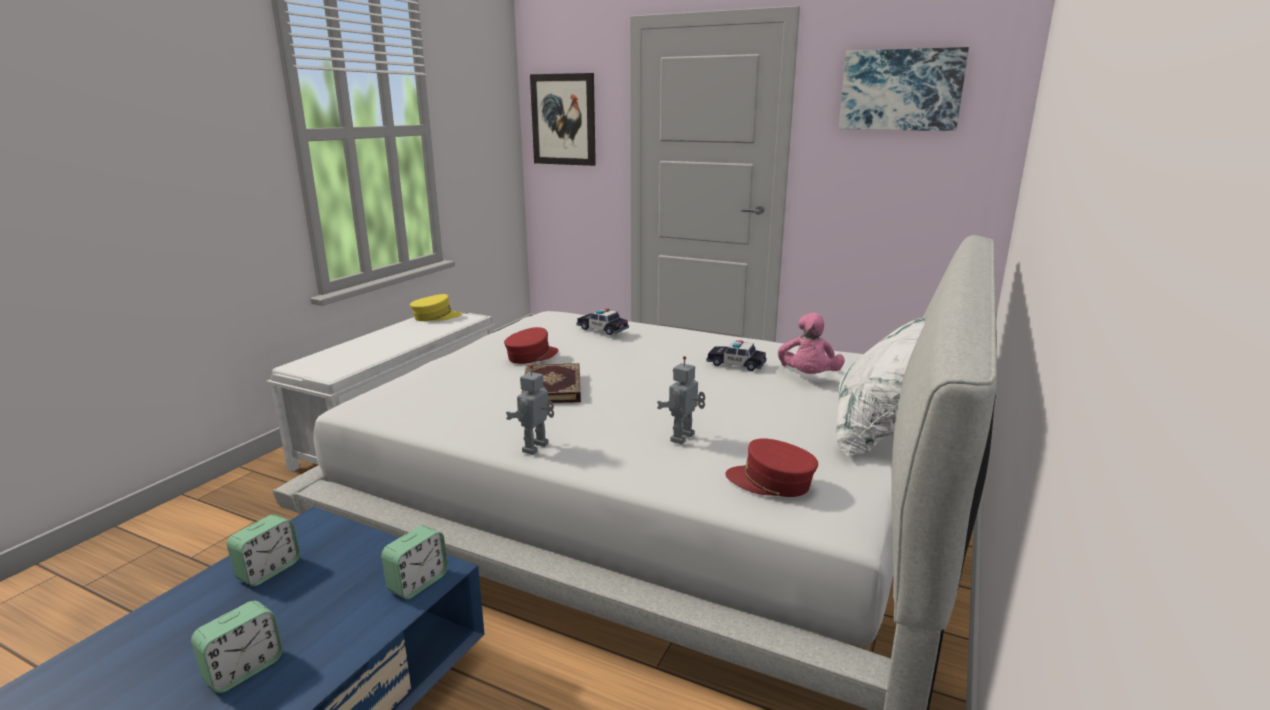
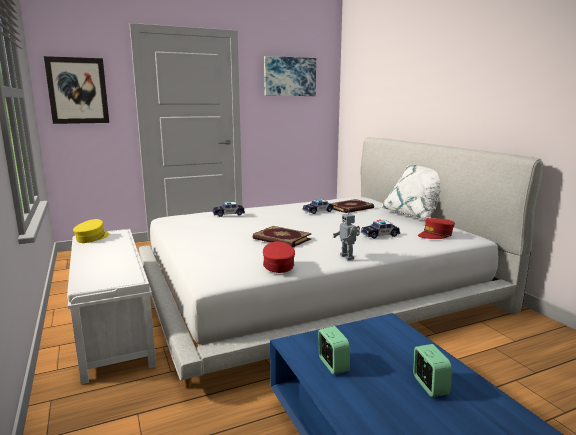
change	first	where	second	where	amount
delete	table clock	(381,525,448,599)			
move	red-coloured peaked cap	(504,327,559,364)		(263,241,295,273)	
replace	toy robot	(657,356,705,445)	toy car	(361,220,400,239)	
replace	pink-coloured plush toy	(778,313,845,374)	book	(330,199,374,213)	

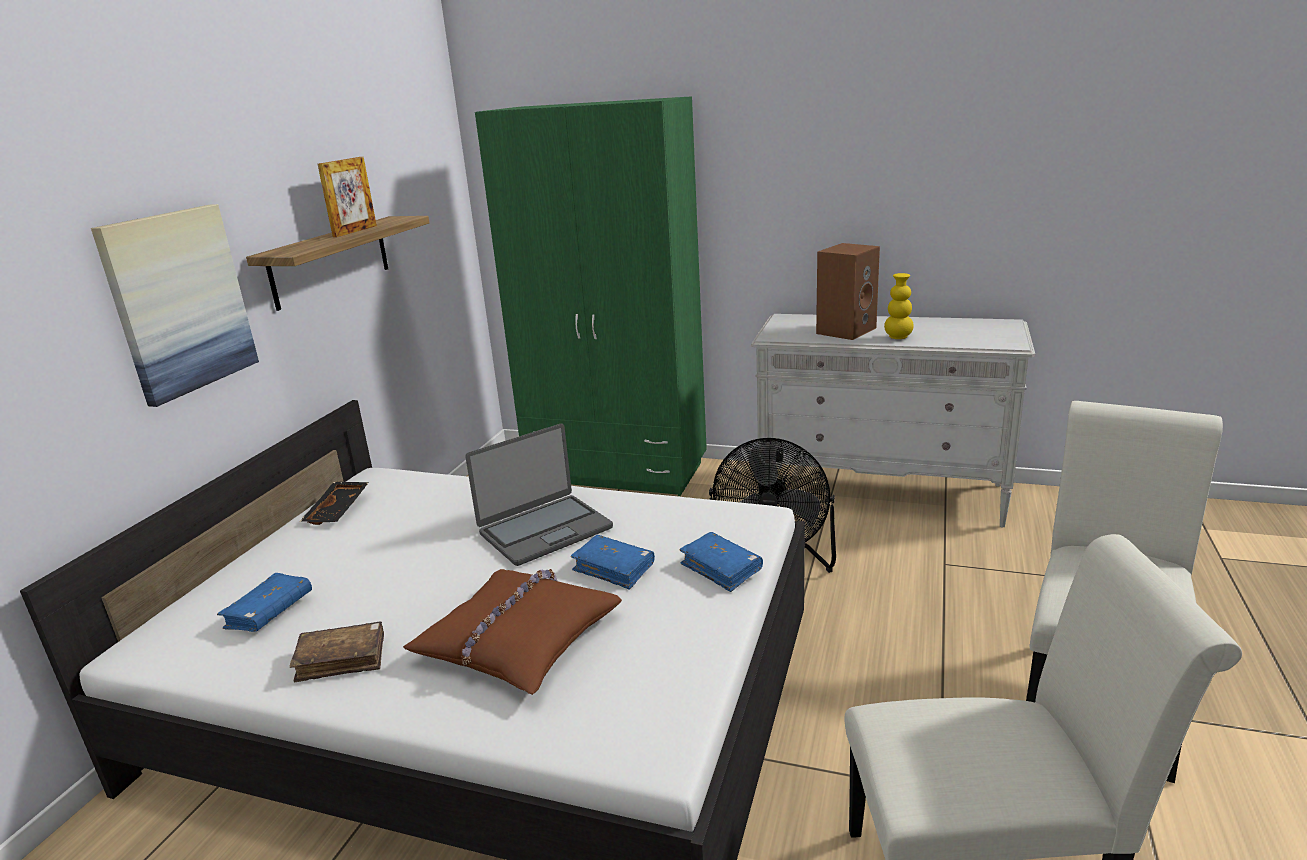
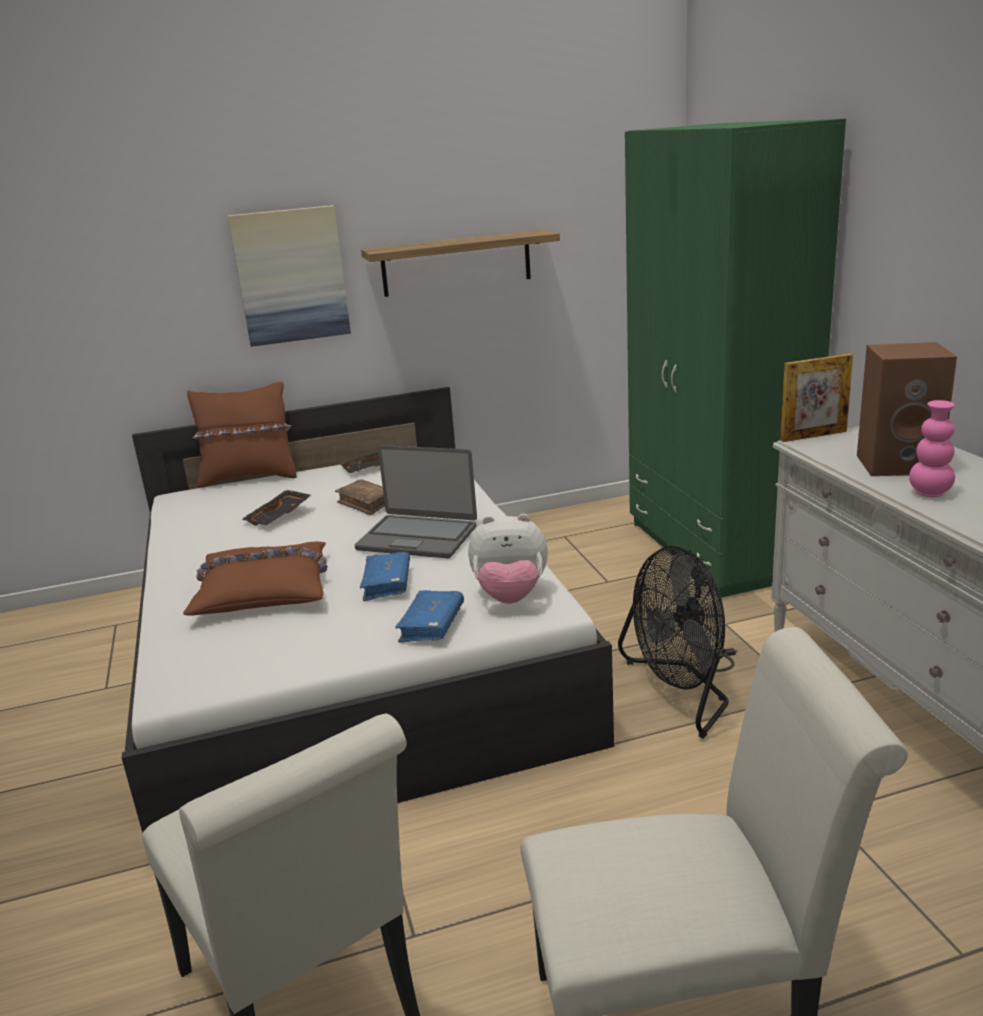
change	first	where	second	where	amount
delete	blue book	(217,573,312,632)			
insert			brownish cushion	(187,381,296,488)	
insert			black serving tray	(241,490,311,525)	
insert			plush toy	(468,514,548,604)	
move	brownish book	(290,621,384,682)		(335,479,385,515)	
move	photo frame	(318,157,377,237)		(780,353,853,442)	
recolor	yellow vase	(884,273,914,339)	pink-coloured vase	(909,400,955,497)	

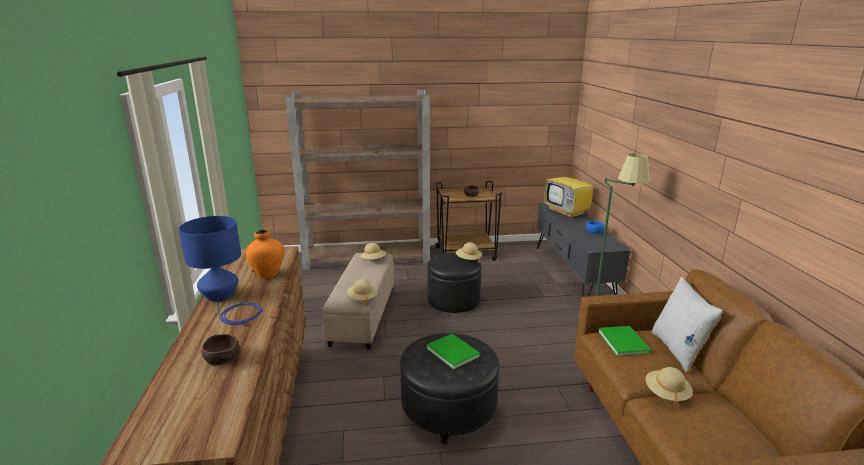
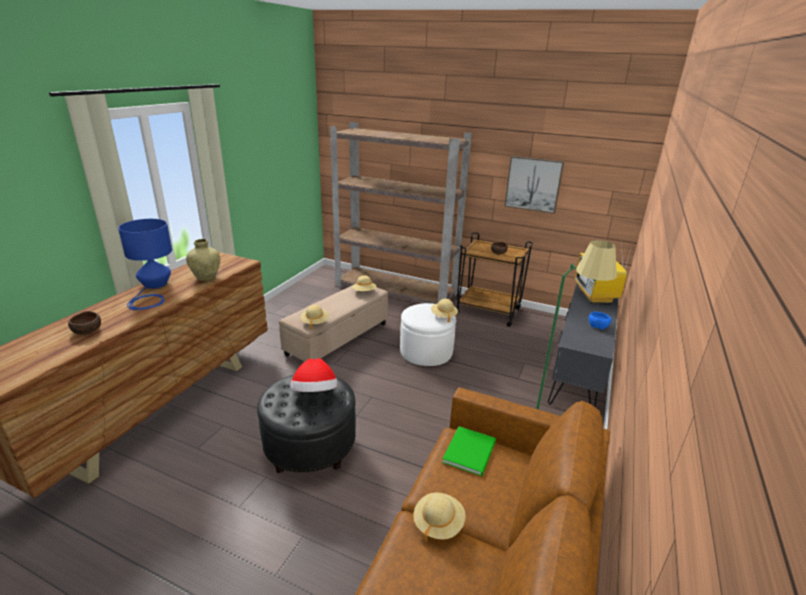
change	first	where	second	where	amount
delete	greyish cushion	(652,277,723,373)			
insert			picture	(504,156,564,214)	
replace	greenish book	(426,334,481,370)	clothing hat	(290,358,338,392)	
recolor	orange vase	(246,229,284,279)	beige vase	(186,239,220,281)	
recolor	black ottoman	(427,253,481,313)	whitish ottoman	(400,303,456,366)	

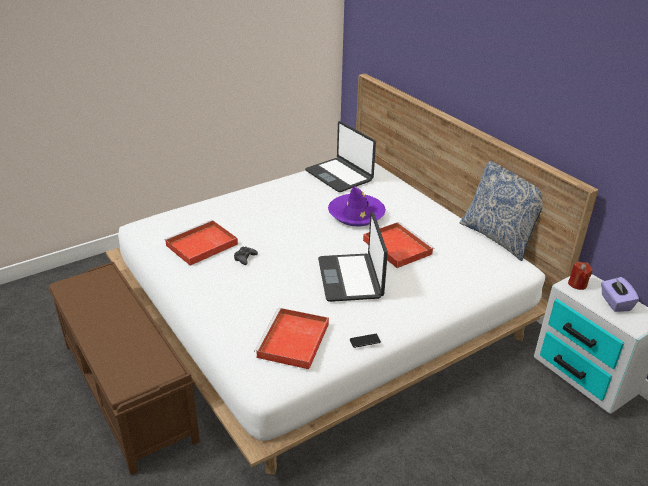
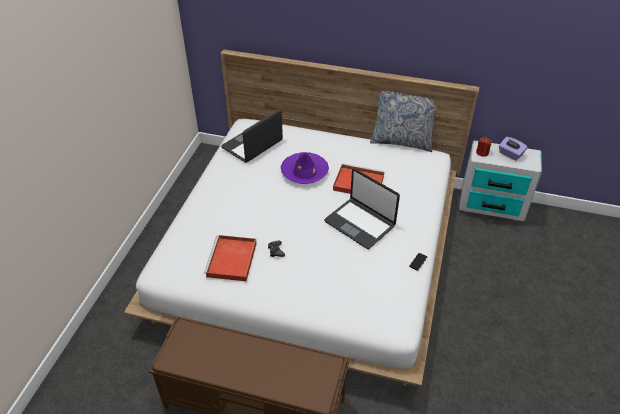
change	first	where	second	where	amount
delete	red-coloured serving tray	(254,308,329,369)			
rotate	notebook computer	(305,121,376,192)		(221,109,283,163)	120 degrees clockwise

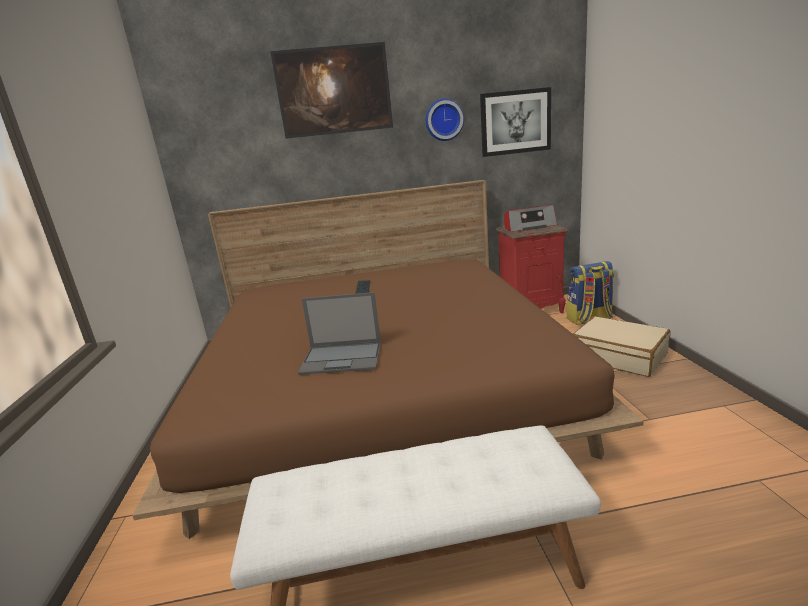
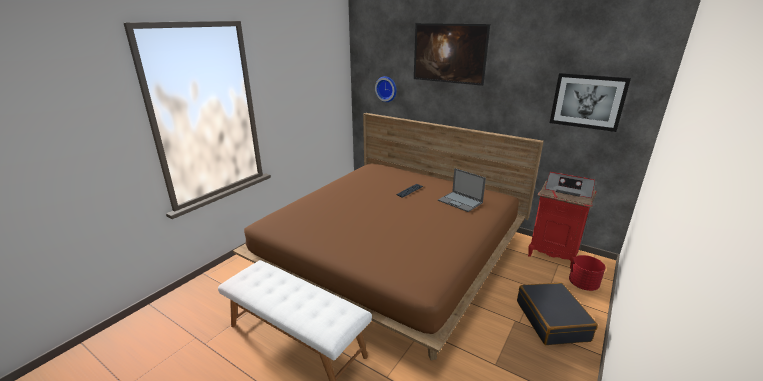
change	first	where	second	where	amount
move	notebook computer	(298,292,381,375)		(438,168,486,212)	
move	wall clock	(426,99,464,141)		(375,76,397,102)	
replace	backpack	(567,261,614,325)	red-coloured plant pot	(569,255,605,291)	
recolor	beige travel case	(573,316,670,377)	black travel case	(517,282,598,345)	

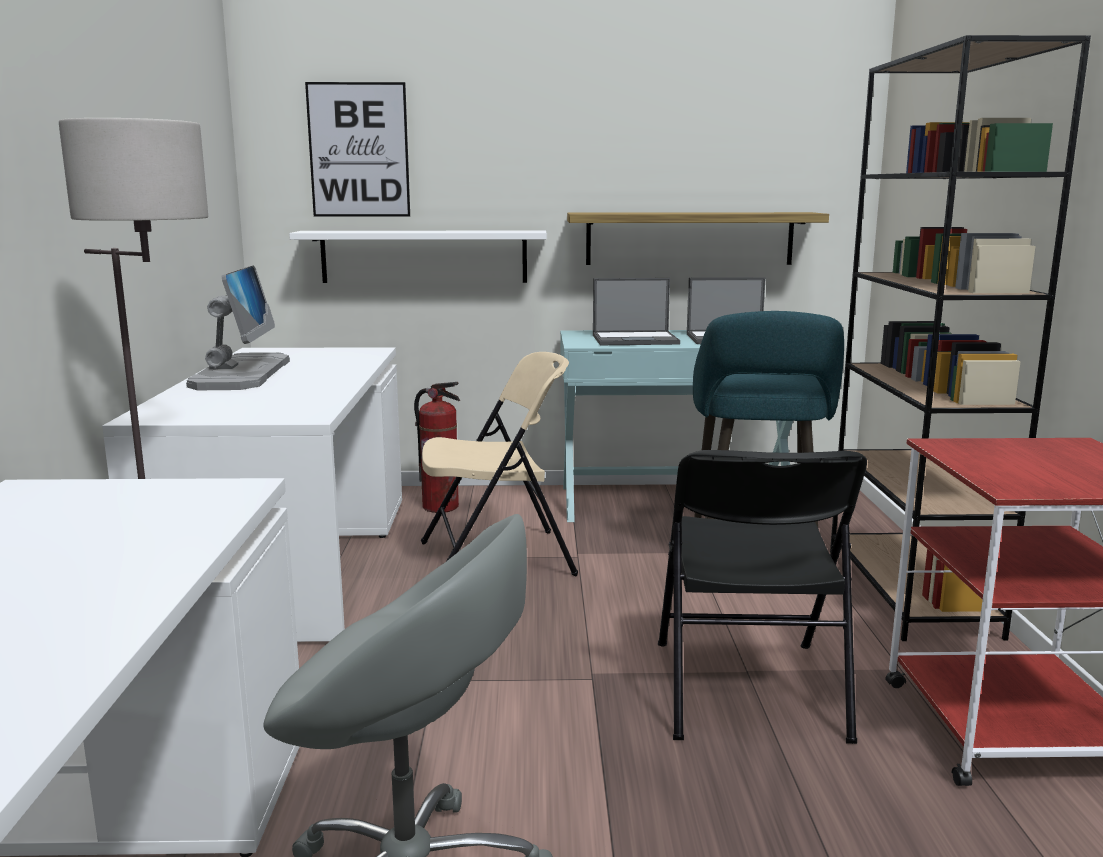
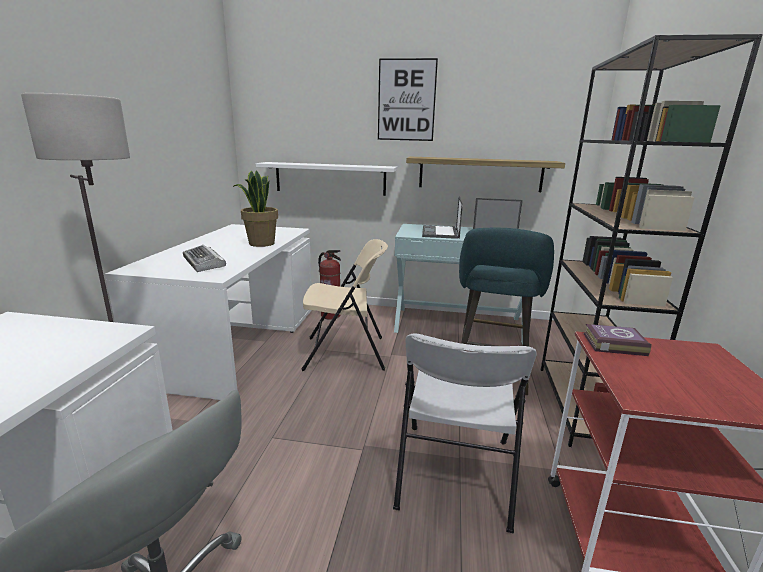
change	first	where	second	where	amount
delete	computer screen	(186,265,290,390)			
insert			computer keyboard	(183,245,226,272)	
insert			plant in a pot	(233,170,278,247)	
insert			book	(584,324,652,356)	
move	picture	(305,82,410,217)		(378,58,438,141)	
recolor	black plain chair	(658,450,867,744)	whitish plain chair	(393,334,537,534)	
rotate	notebook computer	(593,278,680,345)		(422,196,463,239)	90 degrees clockwise

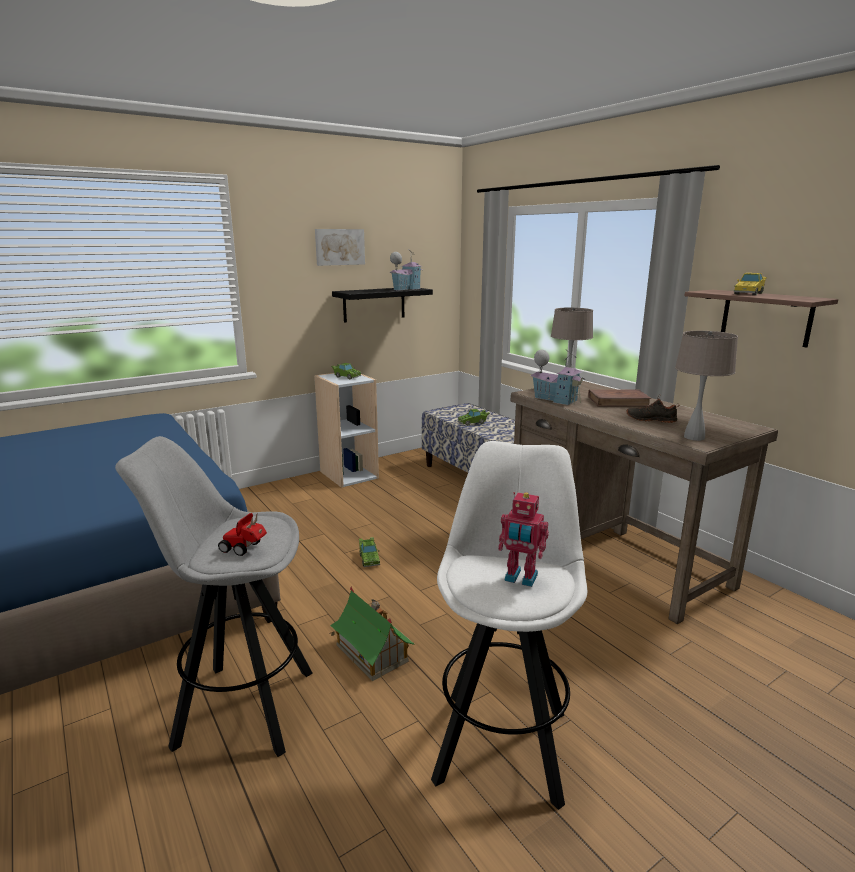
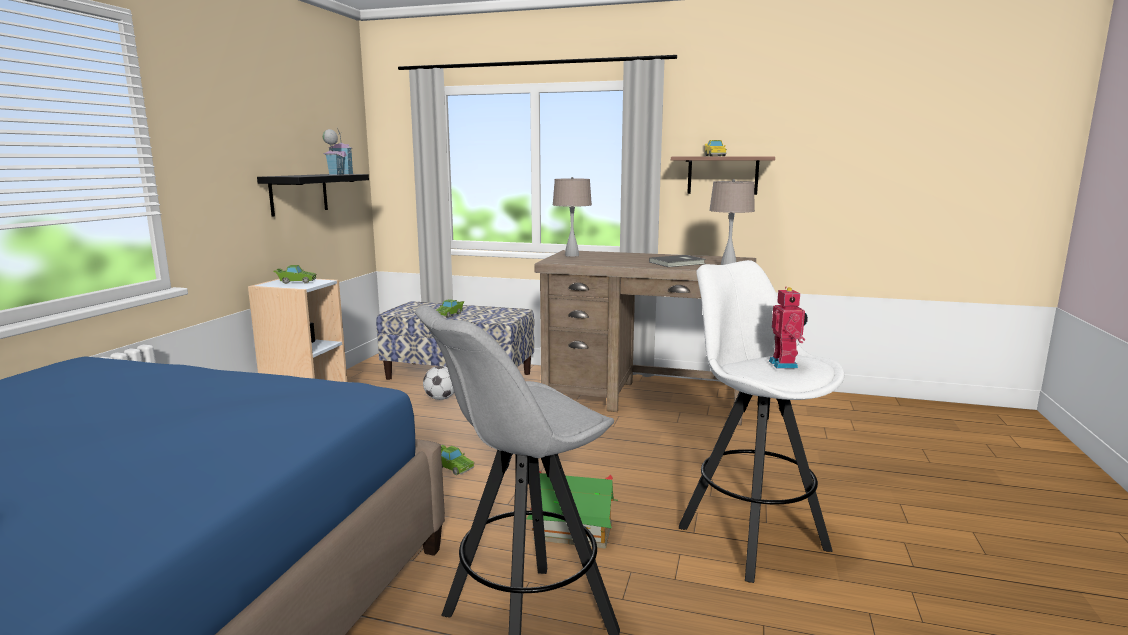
change	first	where	second	where	amount
delete	toy car	(218,512,267,556)			
delete	picture	(315,229,365,266)			
delete	model house	(531,350,584,405)			
delete	brownish book	(588,389,651,407)			
insert			ball for football	(423,366,454,400)	
replace	black shoe	(626,397,679,423)	greyish book	(649,255,706,267)	
rotate	toy robot	(498,492,549,587)		(769,287,808,369)	75 degrees counterclockwise

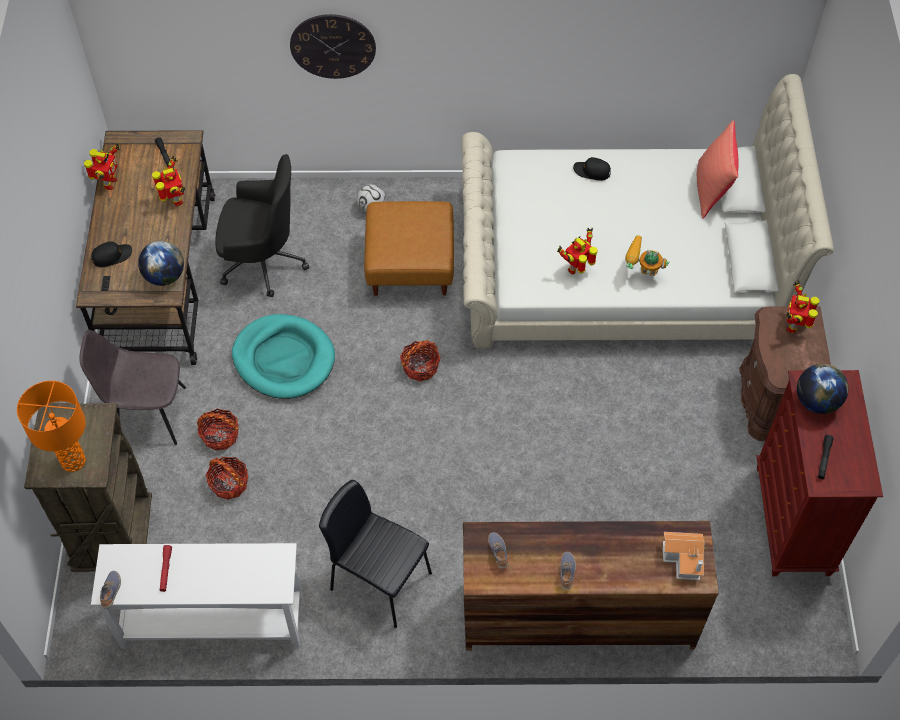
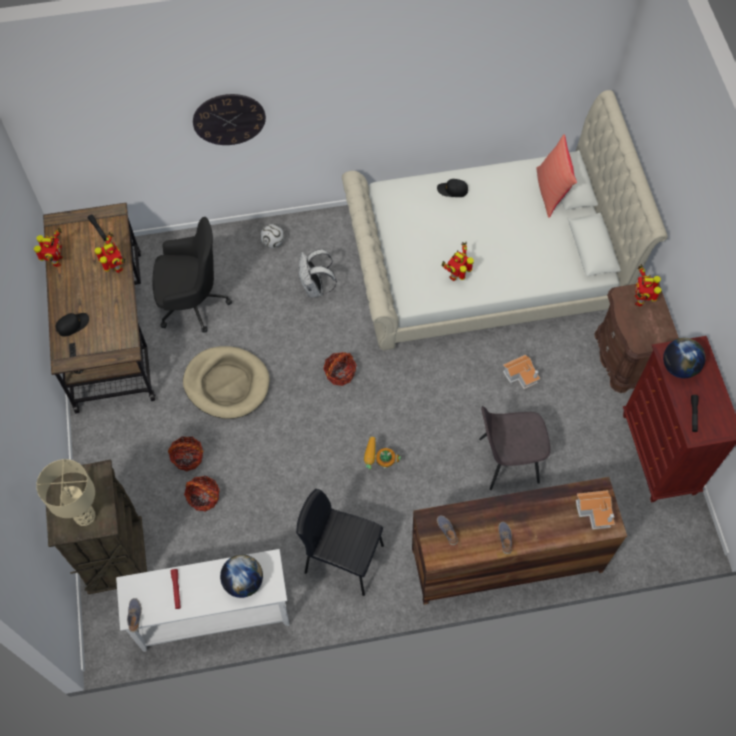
change	first	where	second	where	amount
insert			model house	(503,355,540,389)	
move	greyish plain chair	(80,330,186,445)		(479,406,551,490)	
move	globe	(138,241,184,286)		(220,554,263,598)	
move	toy robot	(625,235,669,276)		(364,437,401,469)	
replace	brownish ottoman	(364,201,454,296)	whitish backpack	(299,249,337,297)	
recolor	orange lamp for a table	(17,381,86,472)	beige lamp for a table	(36,459,95,526)	
recolor	blue-green dog cushion	(232,314,335,399)	beige dog cushion	(183,346,270,419)	

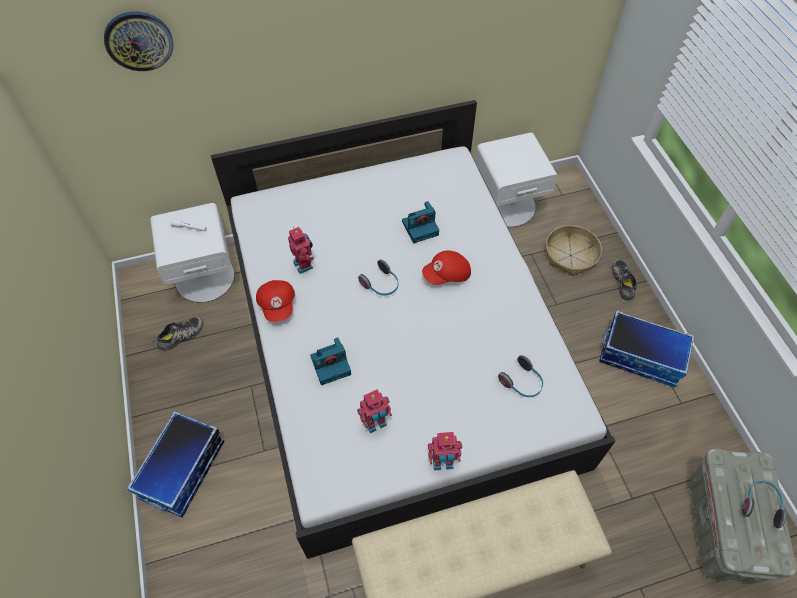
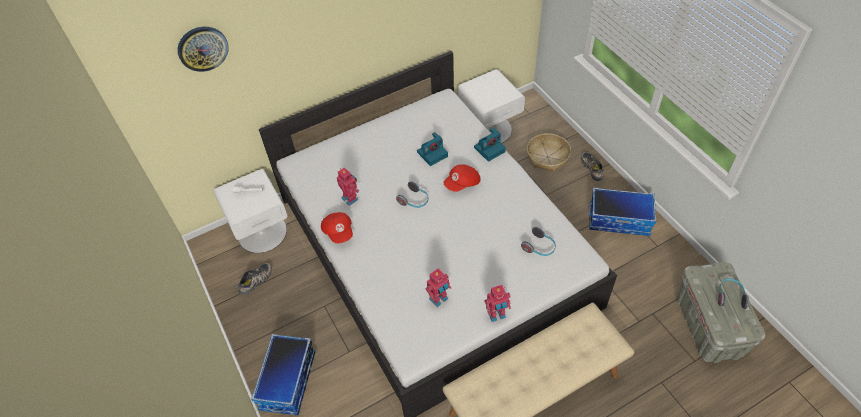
change	first	where	second	where	amount
move	still camera	(310,338,351,385)		(474,127,506,162)	

